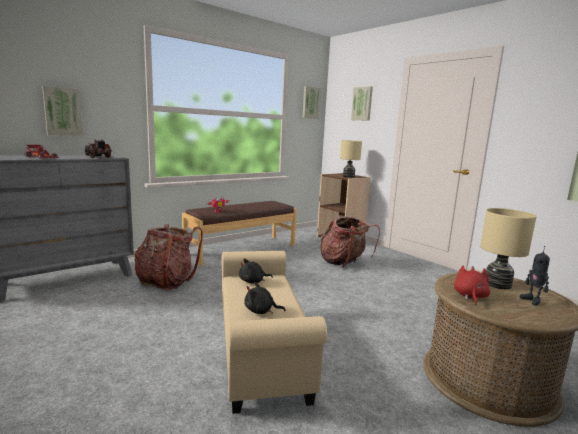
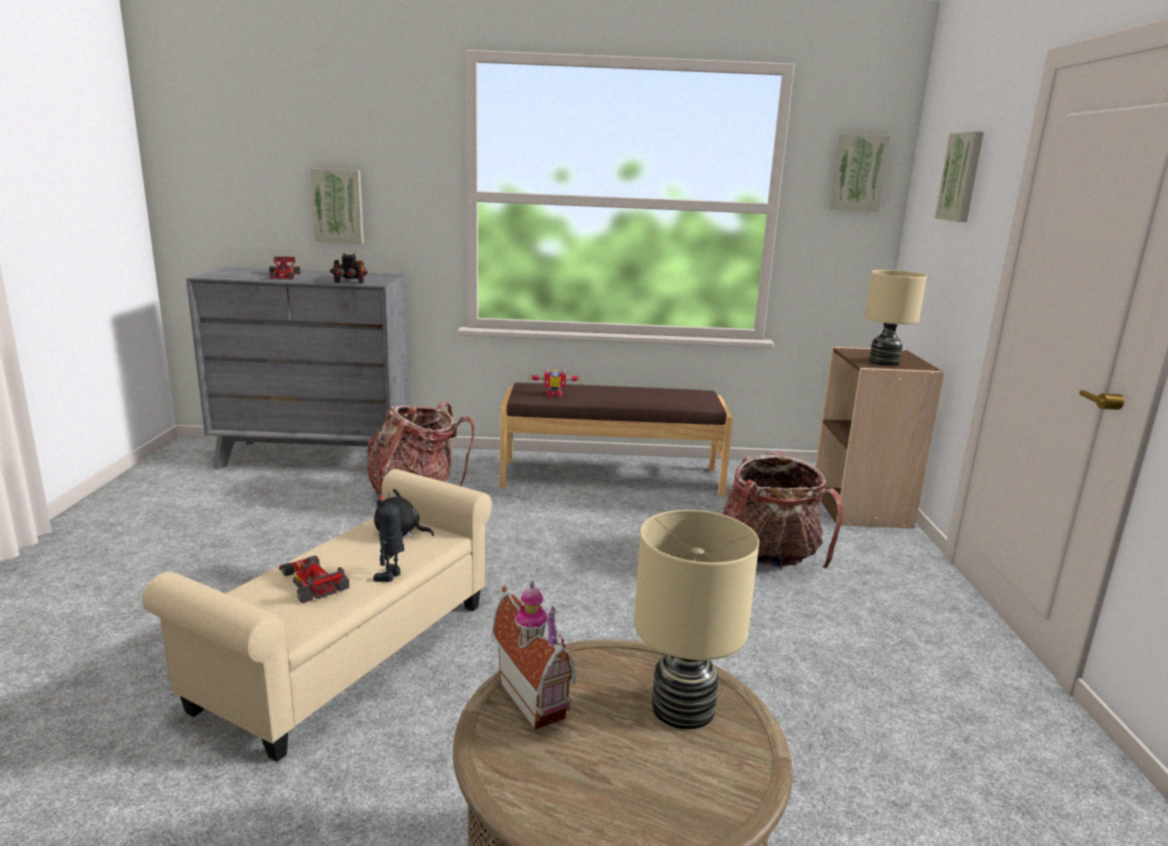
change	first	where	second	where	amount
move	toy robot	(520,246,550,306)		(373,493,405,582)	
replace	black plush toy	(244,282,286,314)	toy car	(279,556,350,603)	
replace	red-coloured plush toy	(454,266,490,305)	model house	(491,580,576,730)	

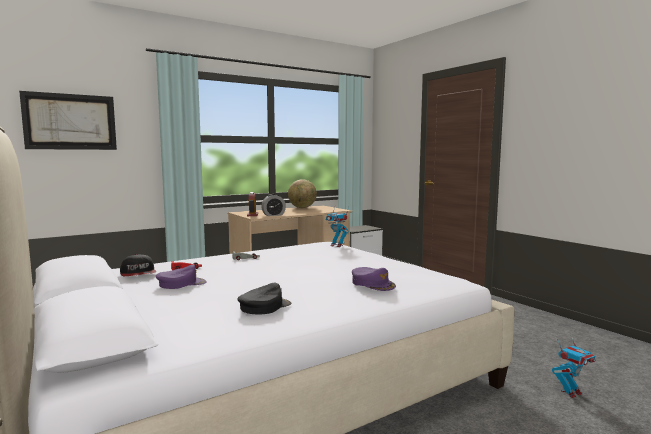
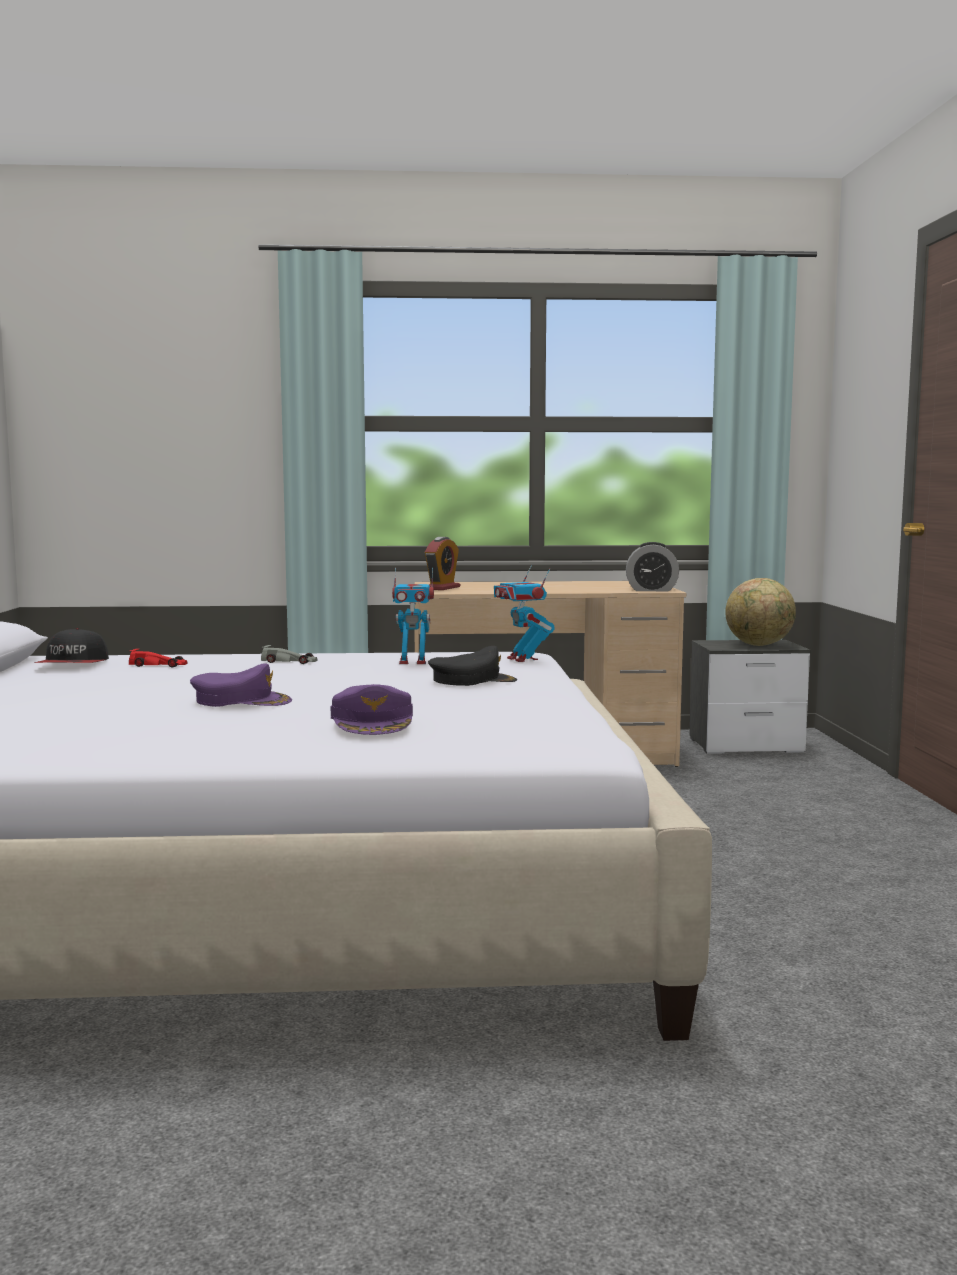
change	first	where	second	where	amount
delete	picture	(19,91,117,150)			
move	purple-coloured peaked cap	(156,265,207,289)		(190,663,292,707)	
move	black peaked cap	(237,283,291,314)		(428,646,517,686)	
move	table clock	(261,194,286,216)		(626,542,679,591)	
move	globe	(288,179,317,208)		(725,578,796,646)	
move	toy robot	(552,336,596,398)		(392,568,434,664)	

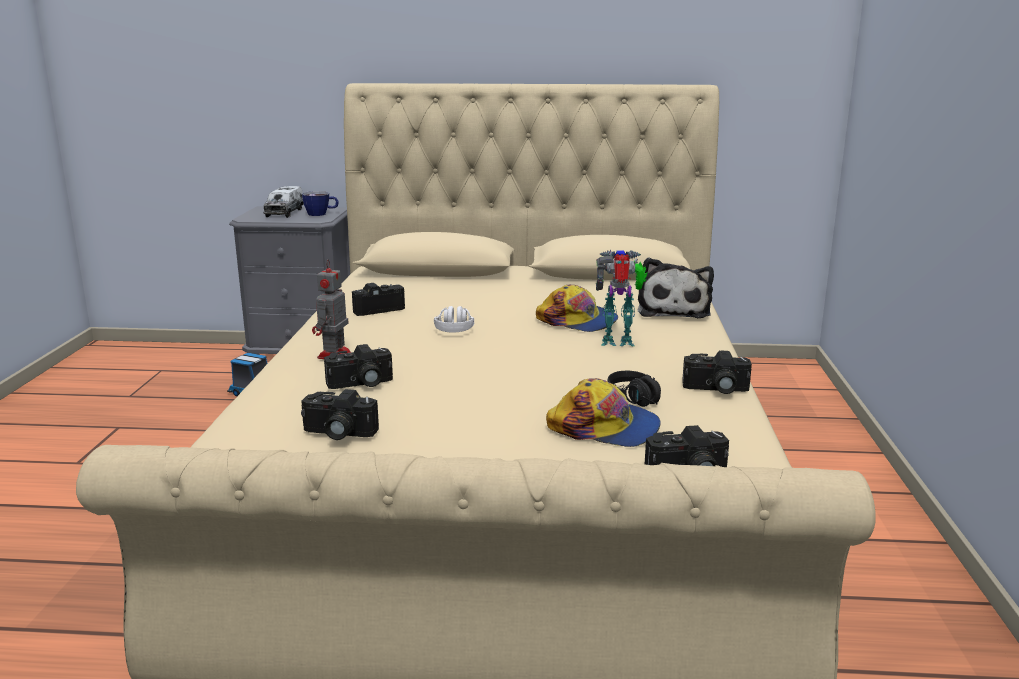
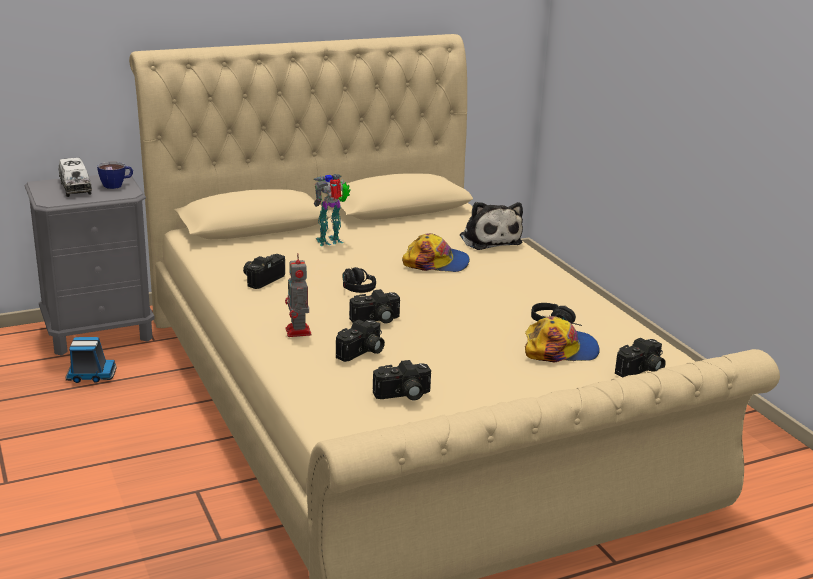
change	first	where	second	where	amount
move	toy robot	(596,250,648,346)		(313,174,351,246)	
move	still camera	(682,351,752,394)		(349,289,400,323)	
recolor	whitish pair of headphones	(434,306,474,332)	black pair of headphones	(342,267,376,293)	

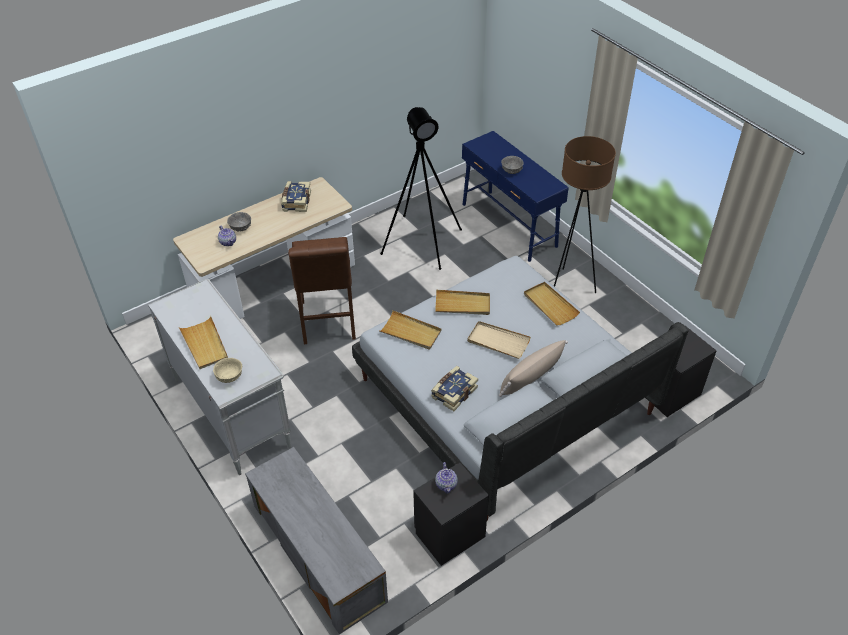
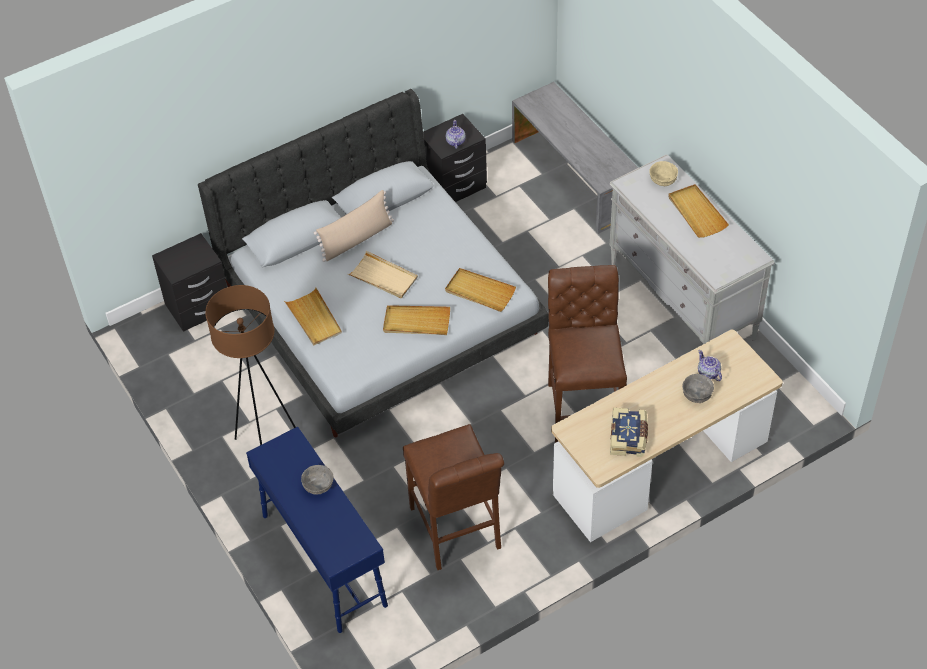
change	first	where	second	where	amount
delete	book	(431,366,478,411)			
replace	black floor lamp	(380,107,462,270)	brownish sitting stool	(403,424,504,570)	

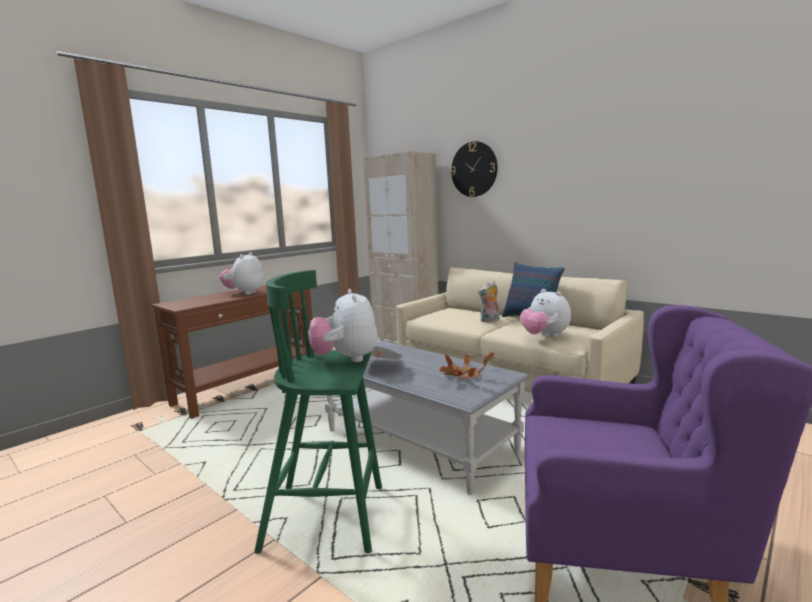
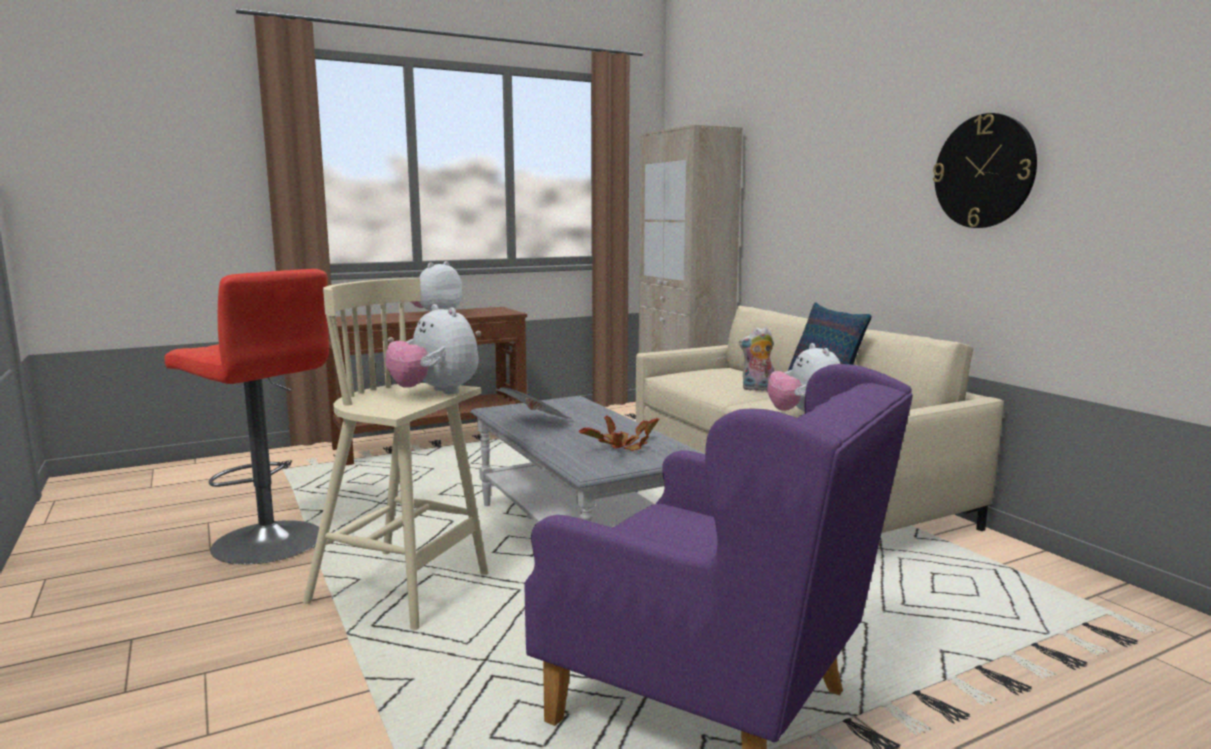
change	first	where	second	where	amount
insert			red-coloured sitting stool	(164,269,329,564)	
move	wall clock	(450,141,498,197)		(933,113,1037,228)	
recolor	greenish sitting stool	(254,270,382,554)	beige sitting stool	(303,278,488,630)	
rotate	plush toy	(308,289,378,362)		(385,304,478,394)	45 degrees counterclockwise

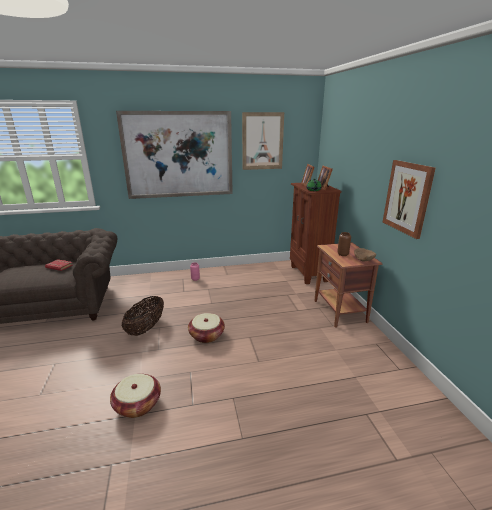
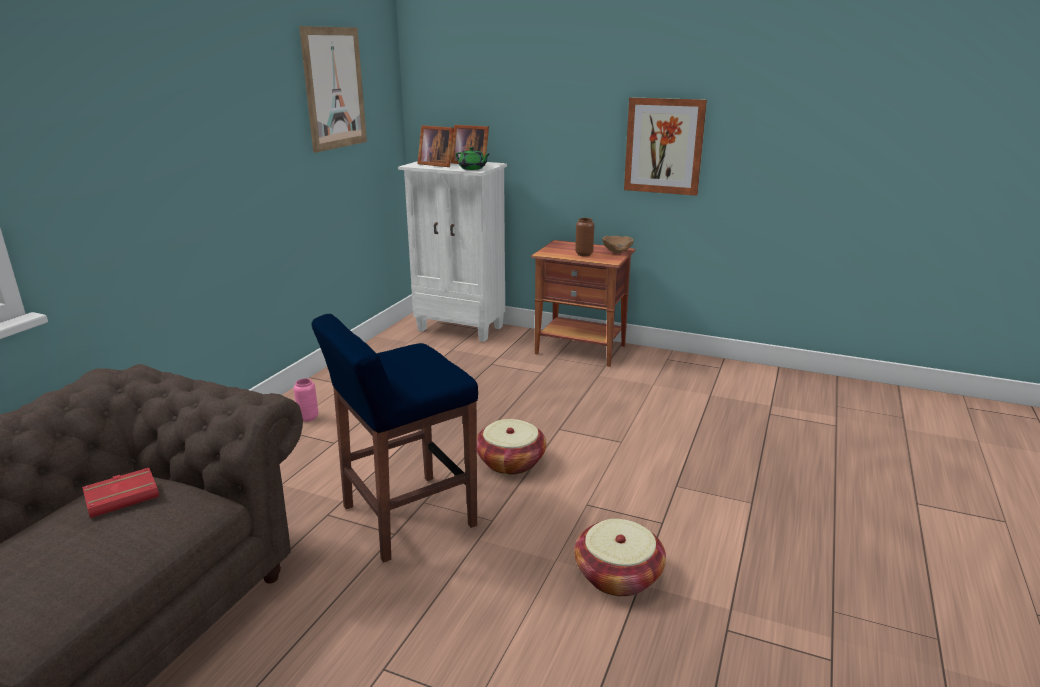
change	first	where	second	where	amount
delete	picture	(116,111,233,199)			
replace	basket	(122,296,164,336)	blue sitting stool	(312,314,478,563)	
recolor	brownish storage cabinet	(290,183,341,284)	whitish storage cabinet	(398,161,507,342)	

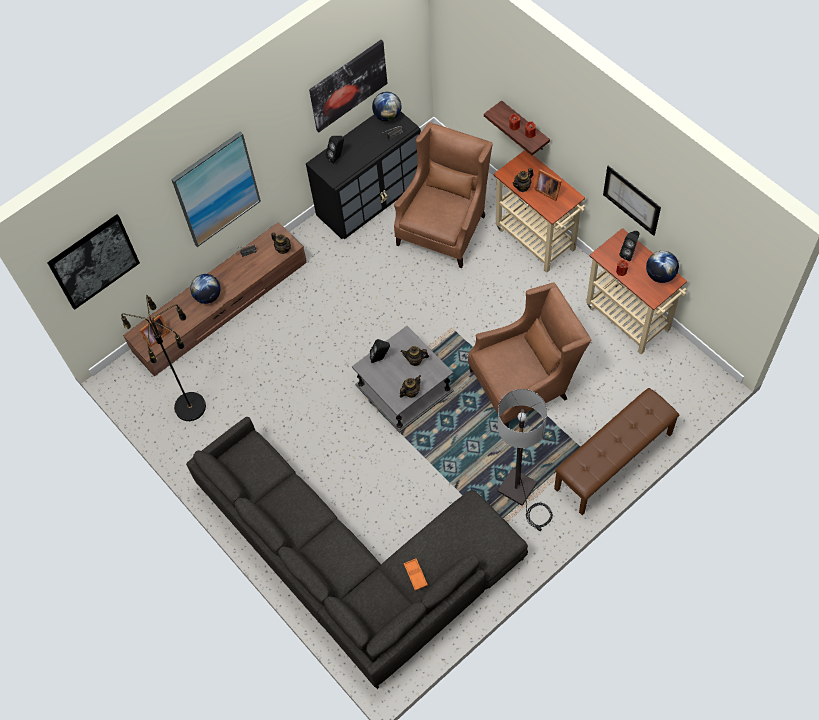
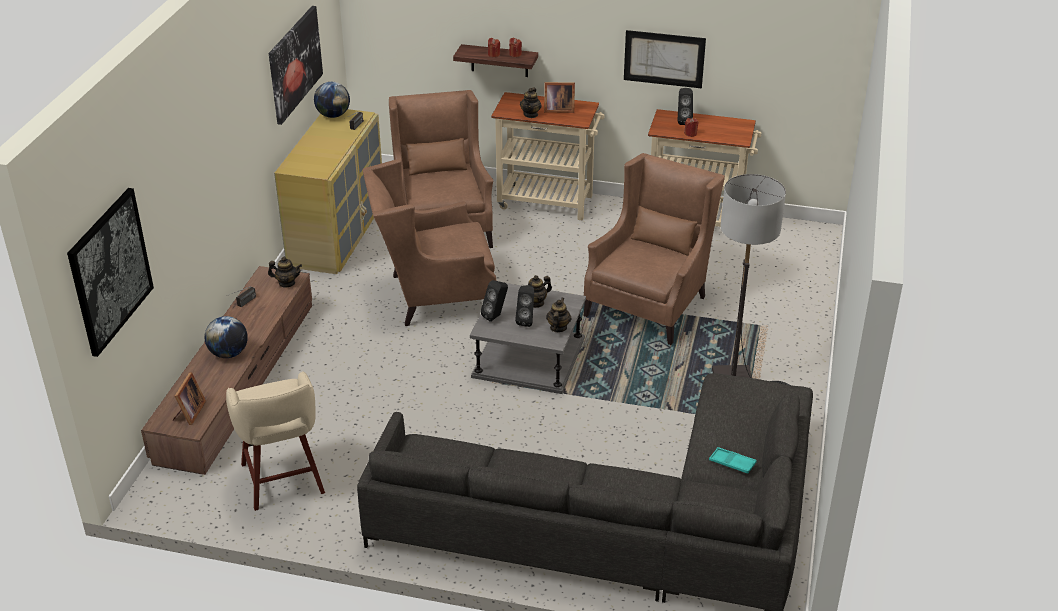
change	first	where	second	where	amount
delete	picture	(171,131,261,247)			
delete	brownish indoor bench	(554,388,680,515)			
delete	globe	(646,251,679,283)			
insert			brownish armchair	(362,159,496,326)	
move	black loudspeaker	(326,136,344,164)		(515,285,534,327)	
replace	floor lamp	(121,295,206,421)	beige sitting stool	(226,371,325,511)	
recolor	black storage cabinet	(306,112,421,240)	yellow storage cabinet	(274,109,382,274)	
recolor	orange serving tray	(404,558,428,591)	blue-green serving tray	(709,447,757,473)	

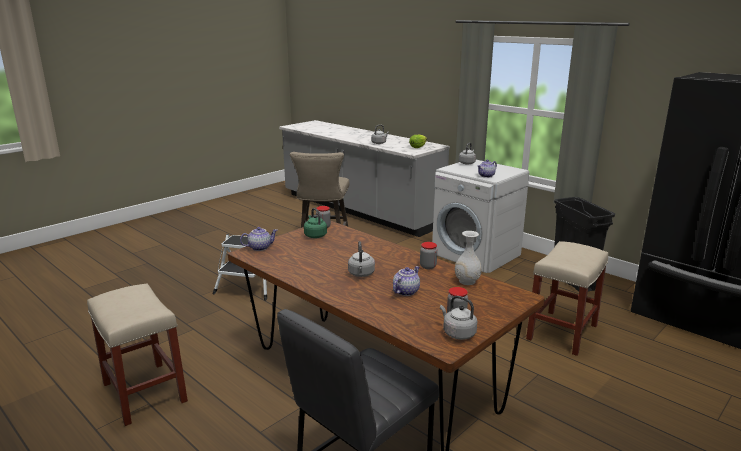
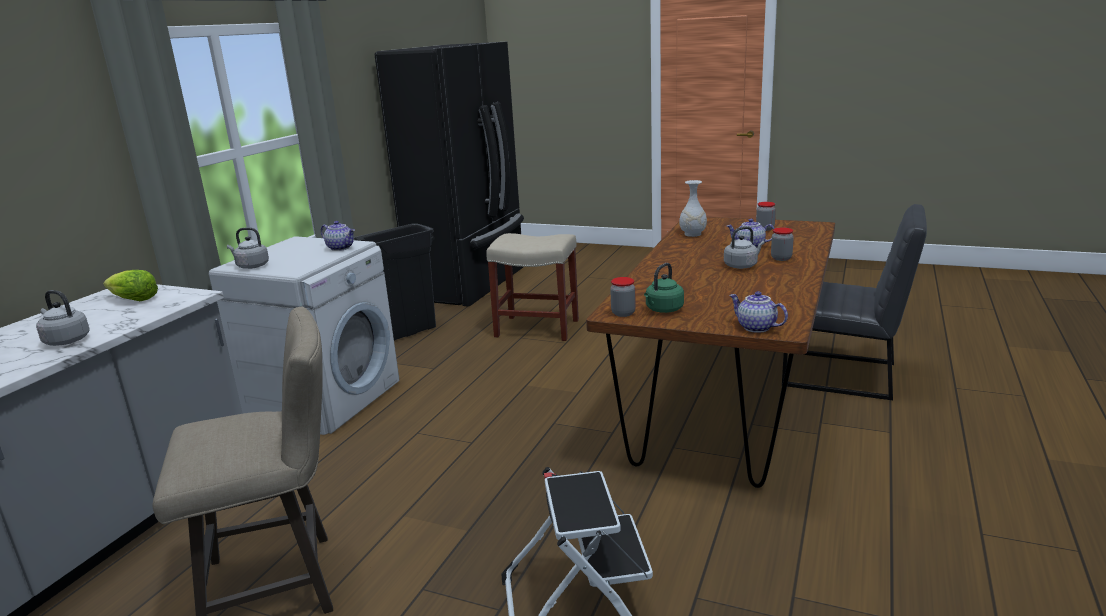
change	first	where	second	where	amount
delete	beige sitting stool	(87,283,188,426)			
delete	greyish kettle	(440,296,477,340)			
move	preserve jar	(420,242,437,269)		(771,228,794,261)	

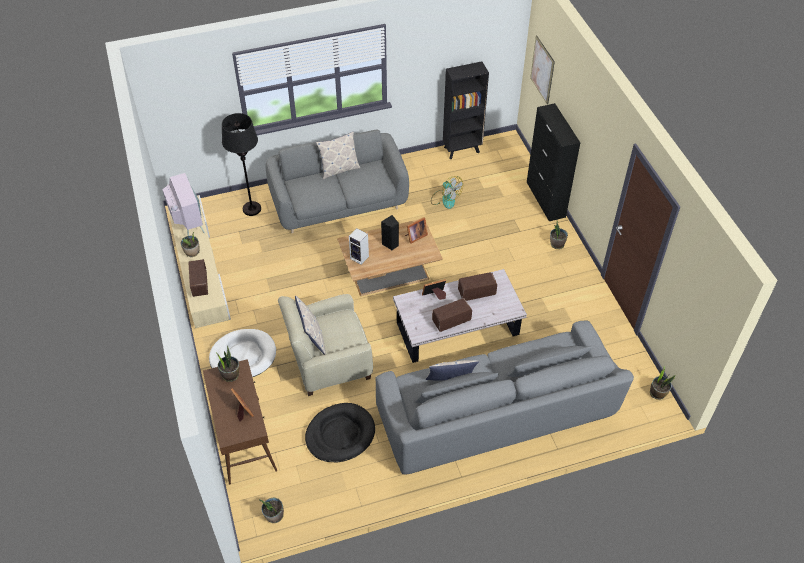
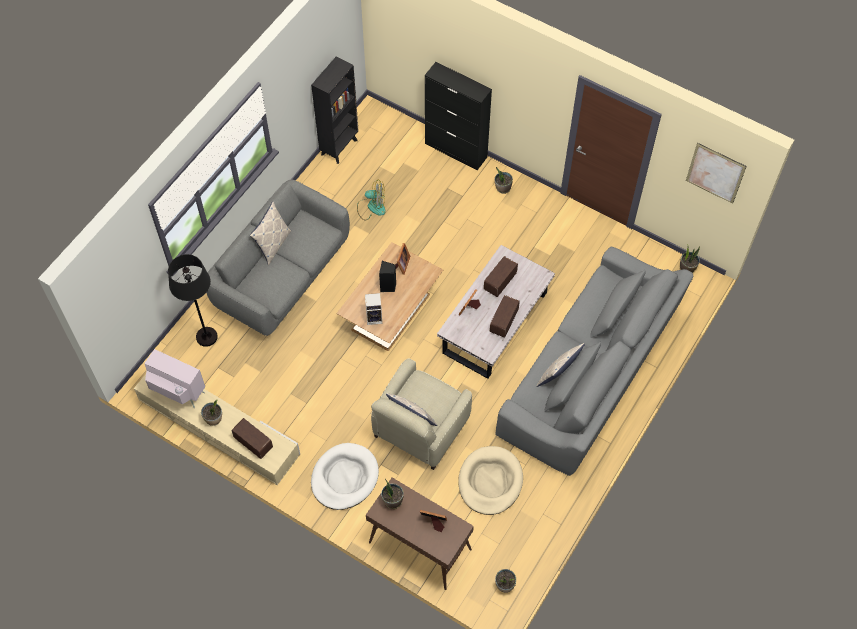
change	first	where	second	where	amount
move	picture	(530,35,555,105)		(686,143,747,204)	
recolor	black dog cushion	(305,403,375,463)	beige dog cushion	(458,446,523,515)	

